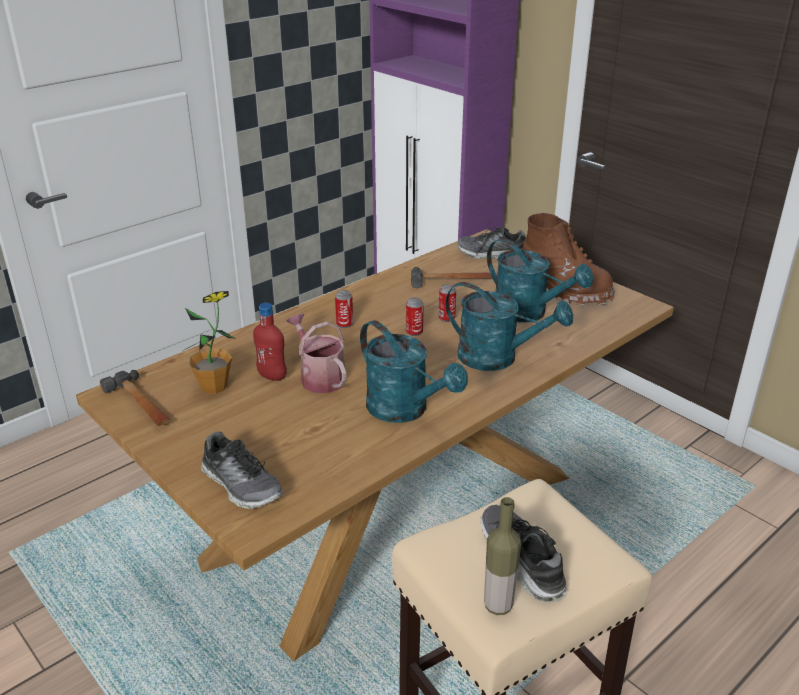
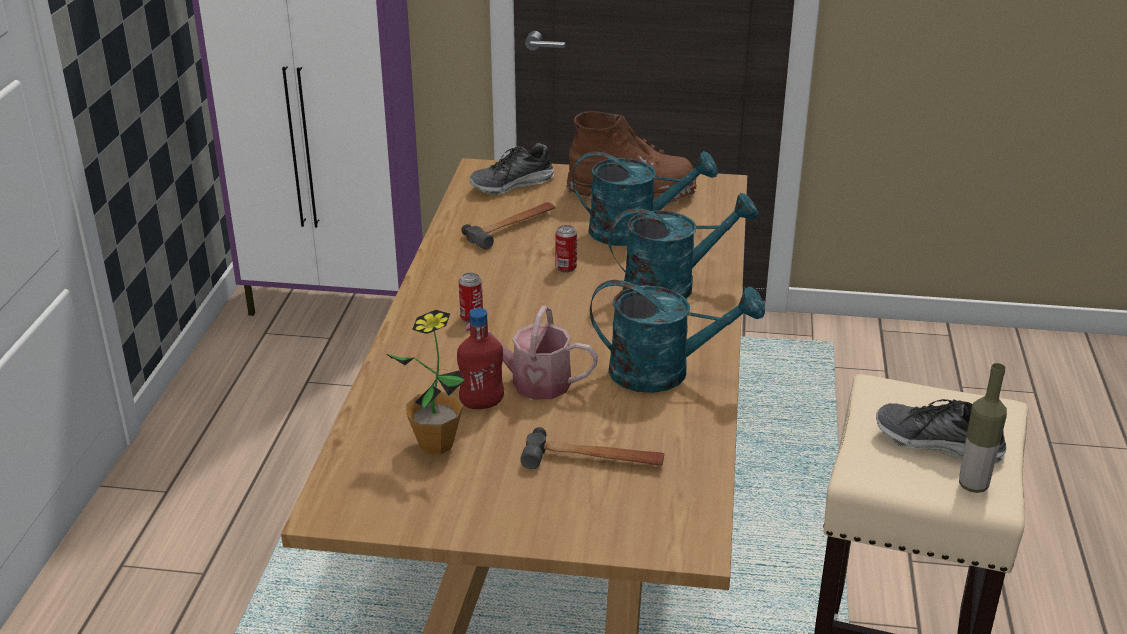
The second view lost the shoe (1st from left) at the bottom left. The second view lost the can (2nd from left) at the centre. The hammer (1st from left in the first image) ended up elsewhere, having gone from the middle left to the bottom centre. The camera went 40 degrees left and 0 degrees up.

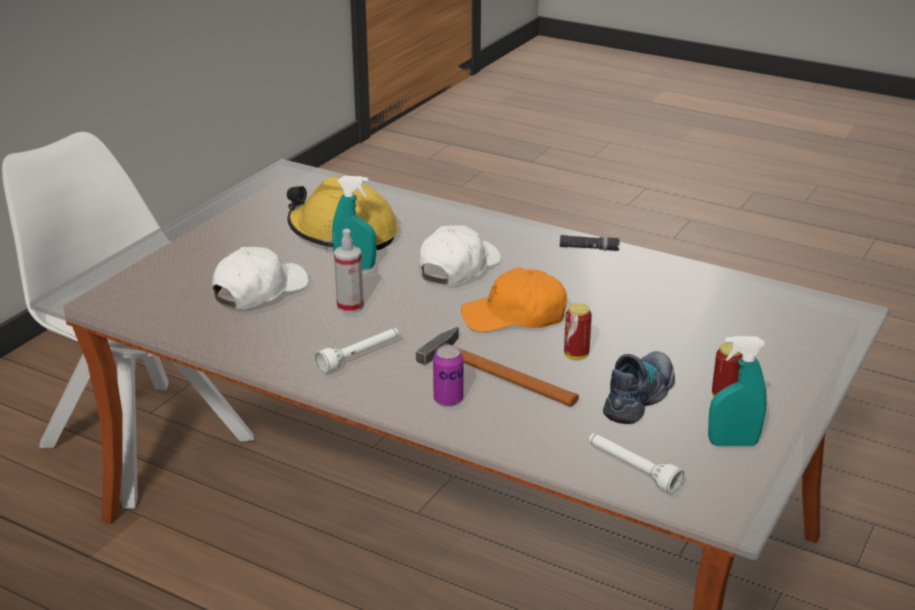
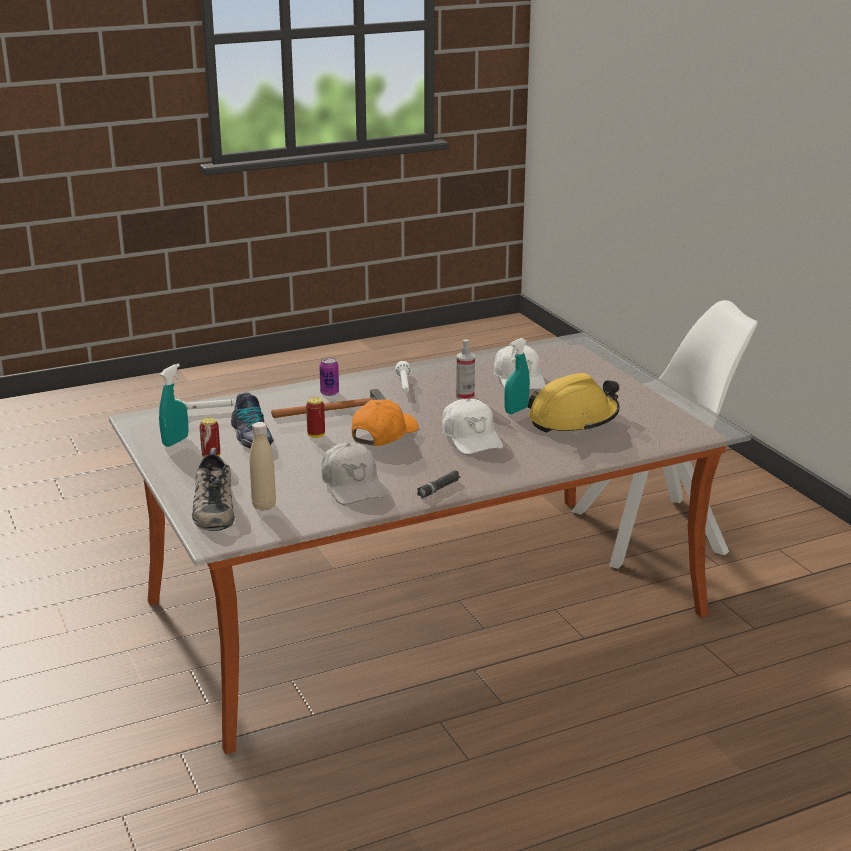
The second view gained the shoe (1st from left) at the middle left. The second view gained the beige bottle at the middle left. The second view gained the white cap (1st from left) at the centre. The camera went 125 degrees right and 5 degrees down.

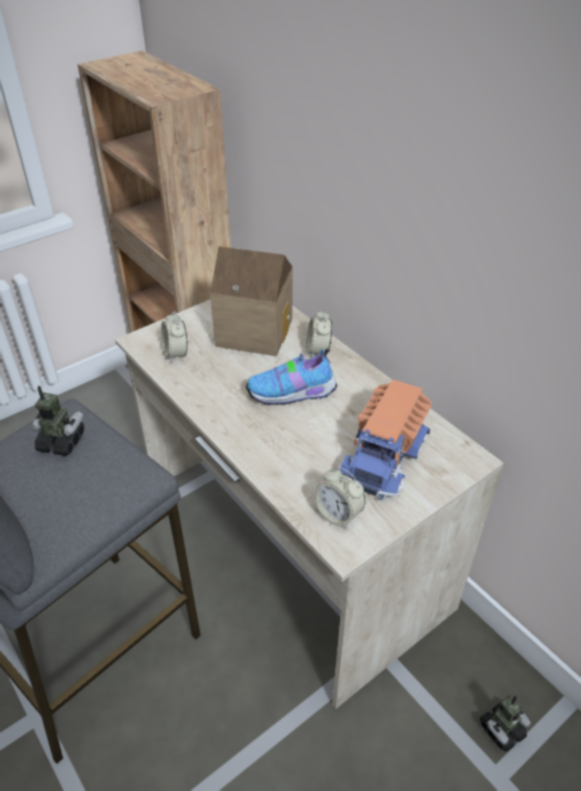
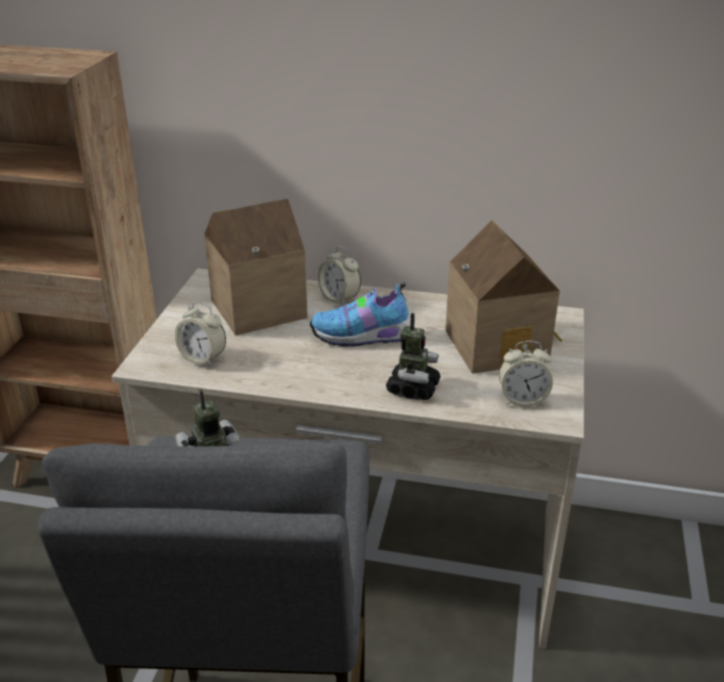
The toy robot (2nd from left) ended up elsewhere, having gone from the bottom right to the centre. Where the toy truck stood at the centre, the toy house (2nd from left) came to stand at the middle right. The shoe at the centre ended up facing another way, 45 degrees clockwise from before. The camera went 40 degrees left and 10 degrees down.

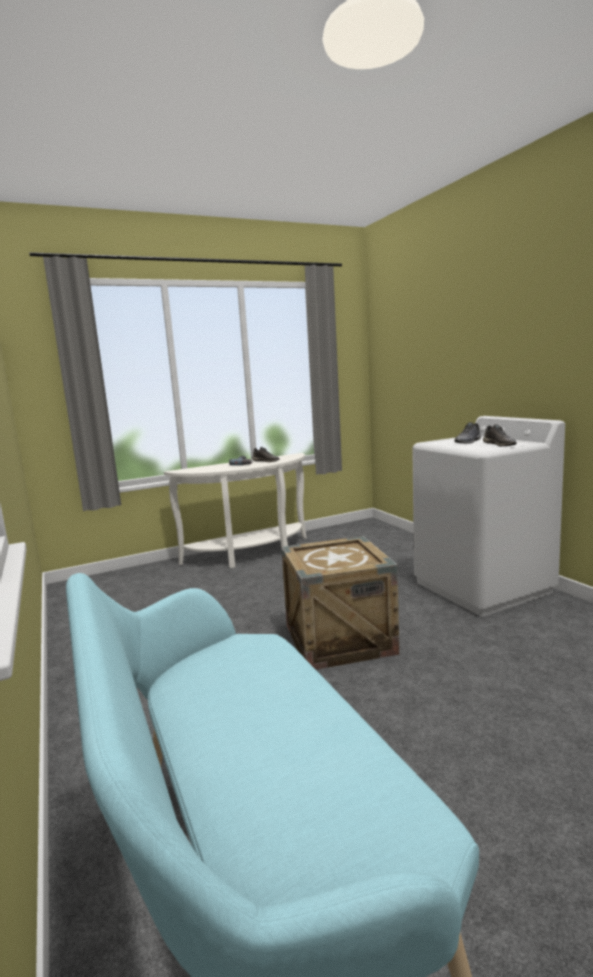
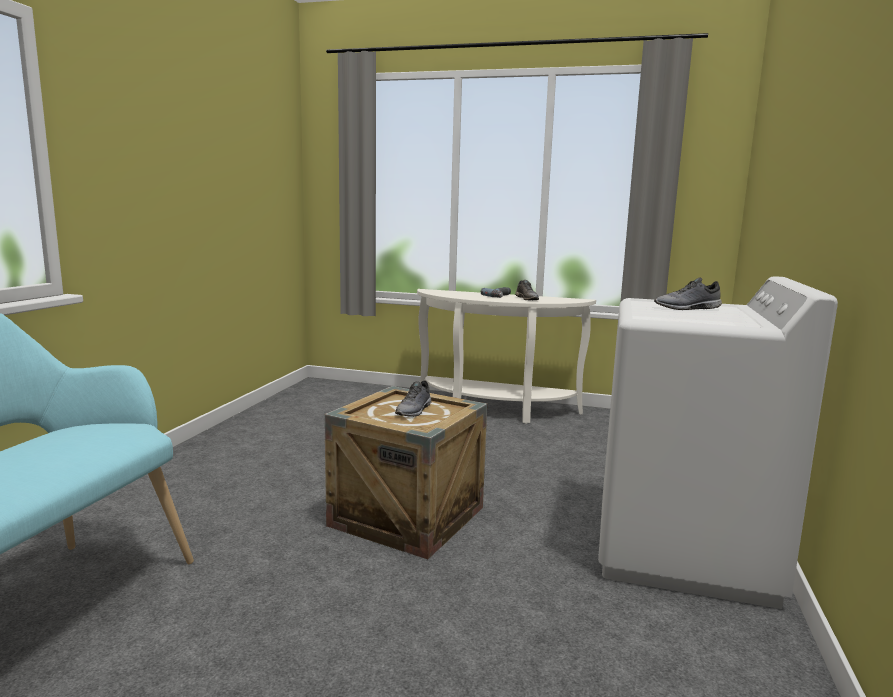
The grey shoe (3rd from left in the first image) ended up elsewhere, having gone from the middle right to the centre. The camera went 40 degrees right and 0 degrees up.

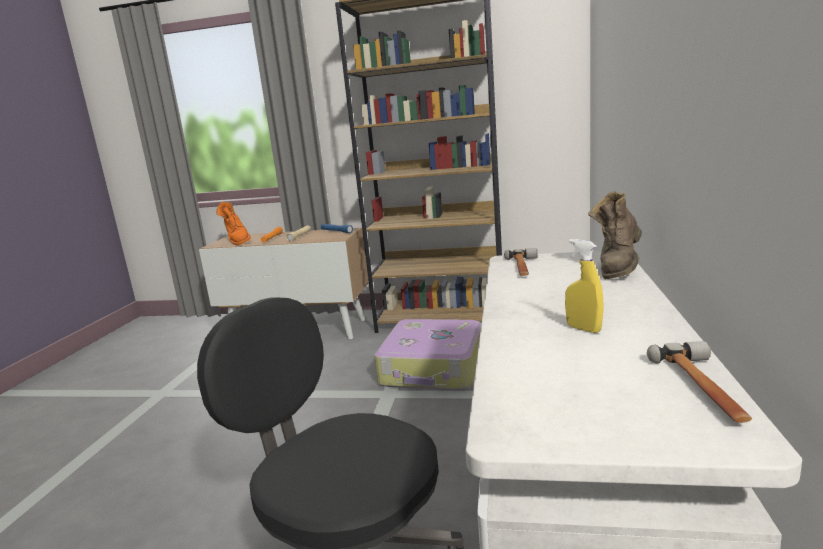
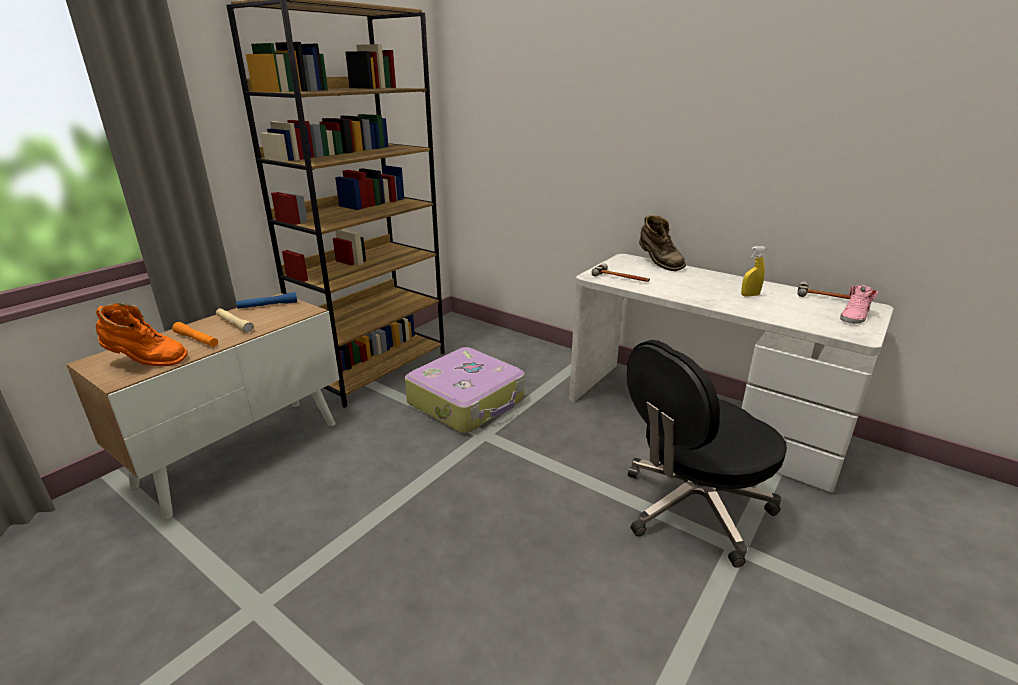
The second view gained the pink shoe at the middle right. The camera went 65 degrees left and 10 degrees up.

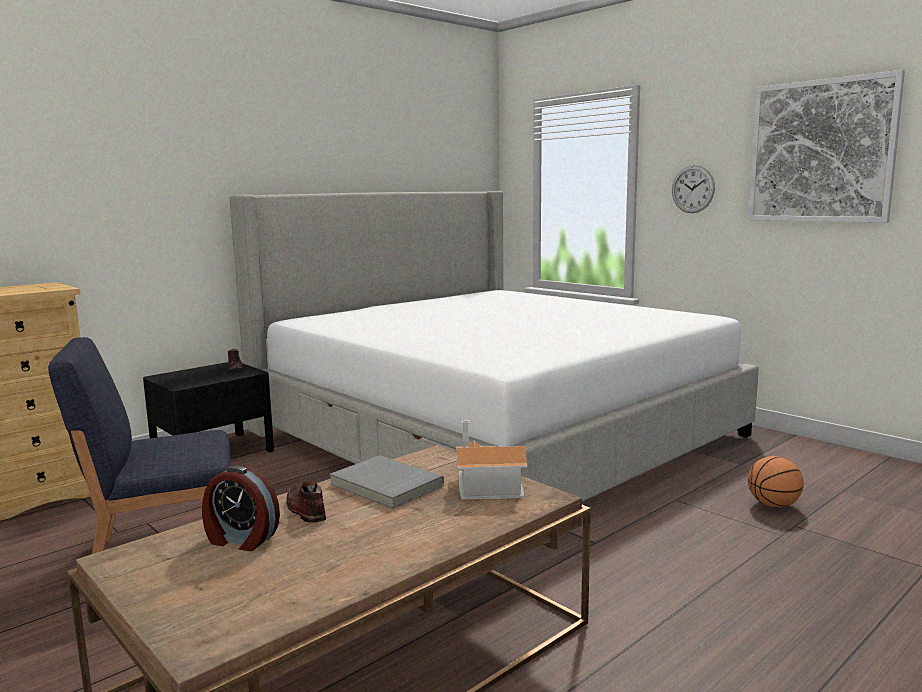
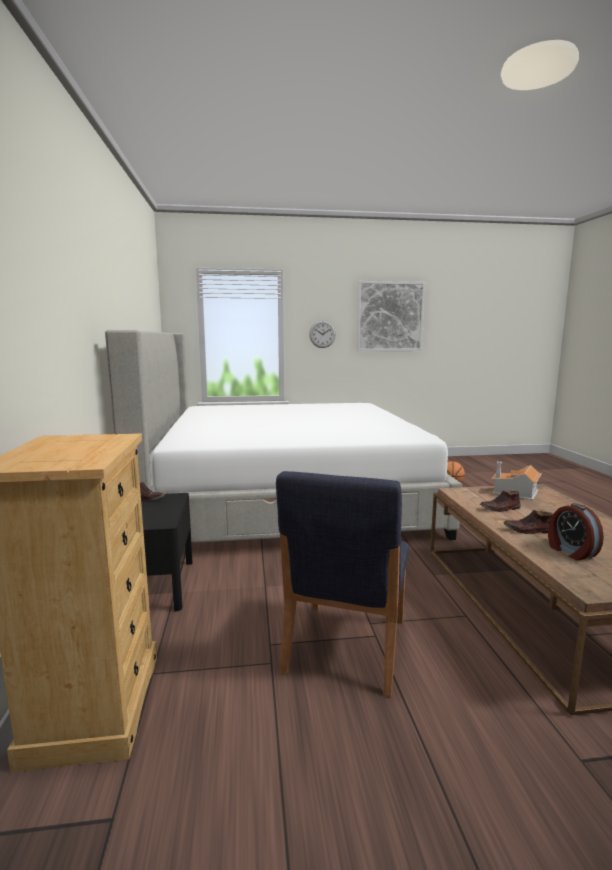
Where the grey book stood at the bottom centre, the brown shoe (2nd from left) came to stand at the middle right. The alarm clock at the bottom left ended up facing another way, 105 degrees clockwise from before. The camera went 55 degrees left and 0 degrees up.

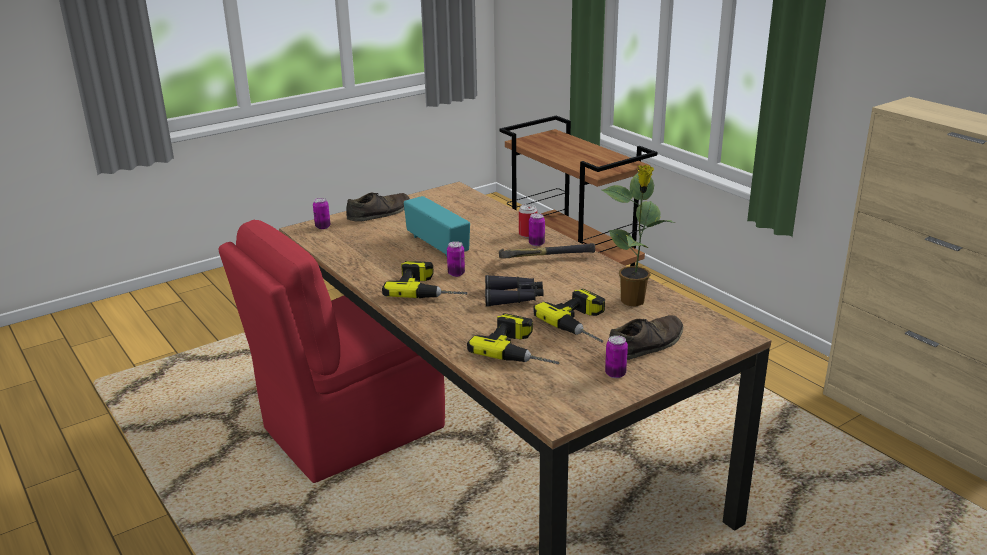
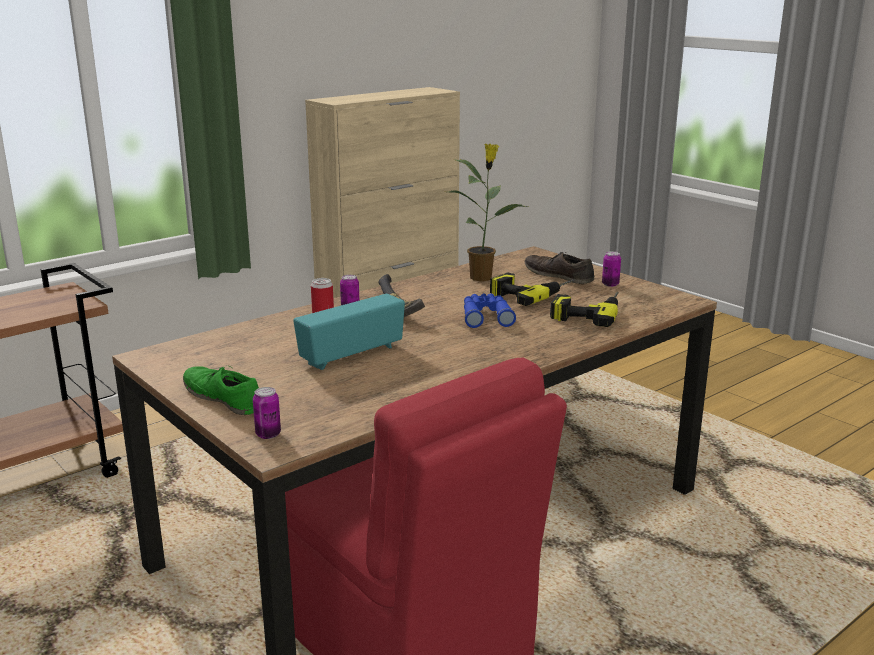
The second view lost the power drill (1st from left) at the centre. The second view lost the can (2nd from left) at the centre. What was the brown shoe (1st from left) at the centre turned into the green shoe at the middle left. What was the black binoculars at the centre turned into the blue binoculars at the centre. The camera went 95 degrees left and 5 degrees down.

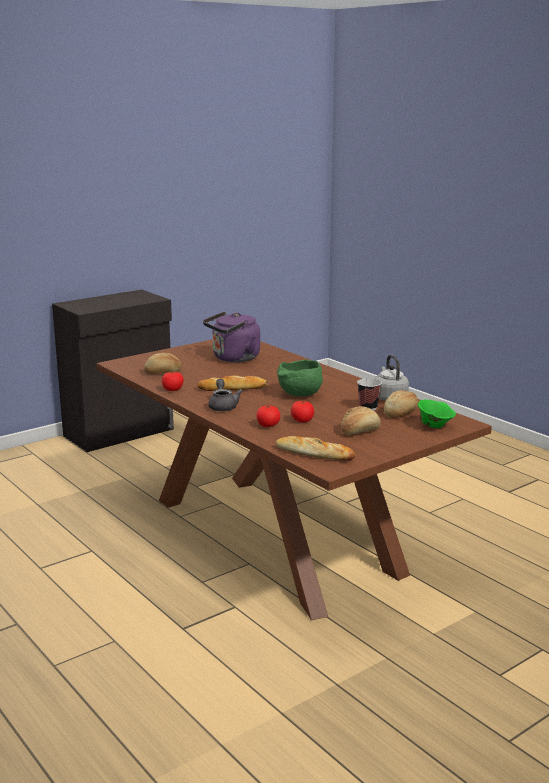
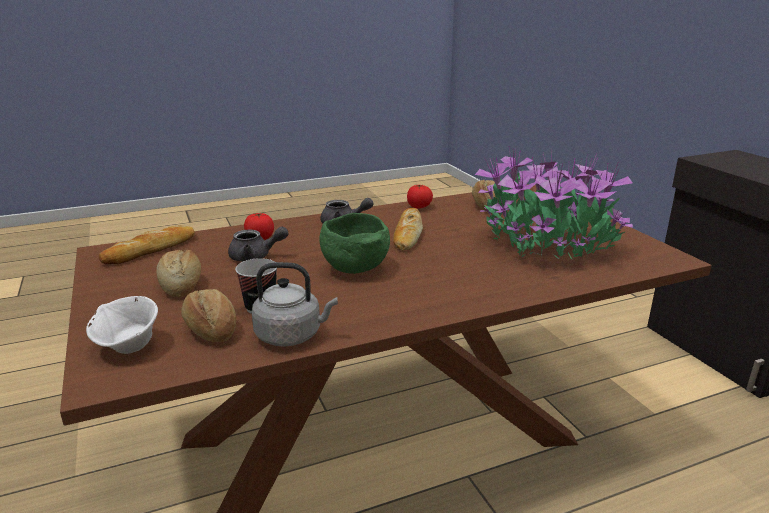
Where the purple kettle stood at the centre, the potted plant came to stand at the middle right. Where the tomato (3rd from left) stood at the centre, the grey teapot (1st from left) came to stand at the centre. What was the green bowl (2nd from left) at the middle right turned into the white bowl at the middle left. The camera went 105 degrees right and 5 degrees up.

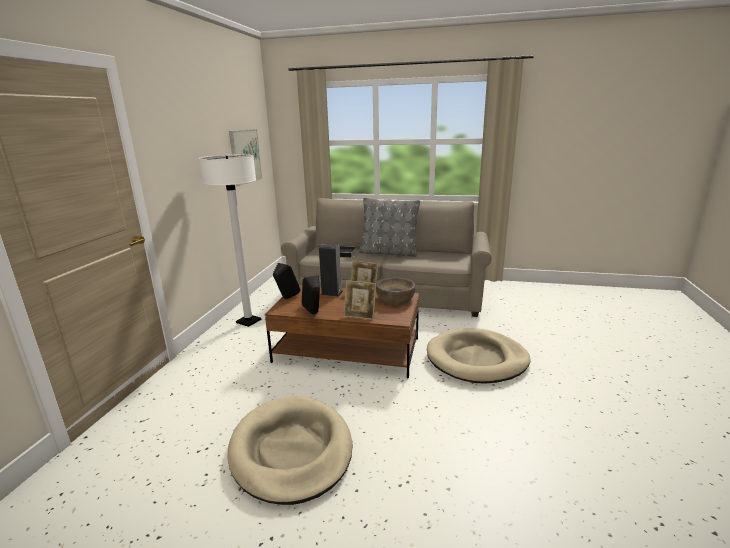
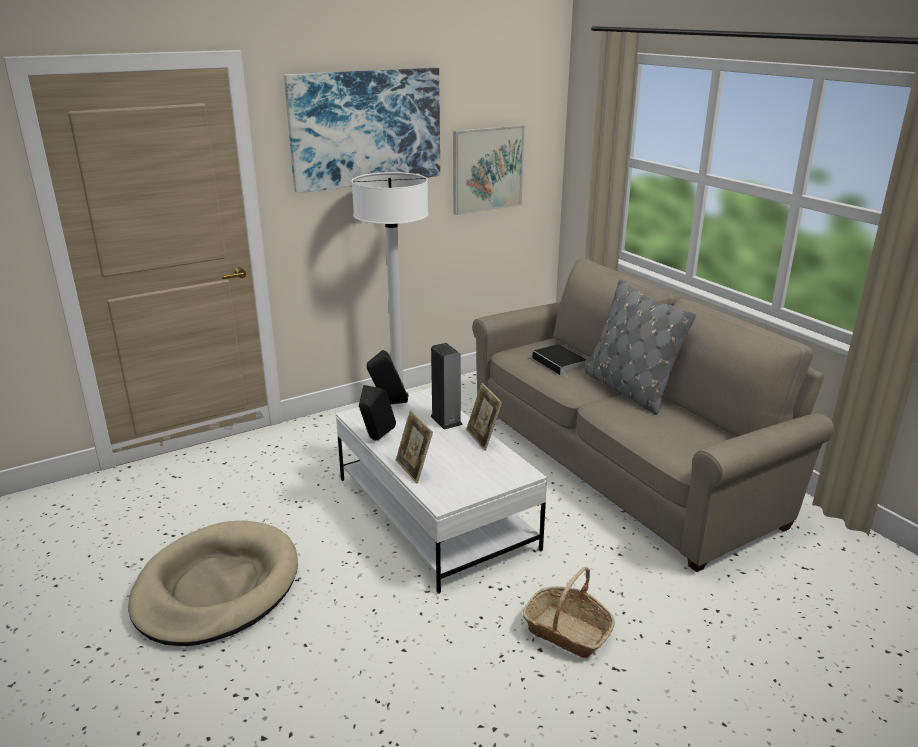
The second view lost the brown bowl at the centre. The second view gained the picture (1st from left) at the top centre. Where the beige dog bed (2nd from left) stood at the centre, the basket came to stand at the bottom centre. What was the brown coffee table at the centre turned into the white coffee table at the centre. The camera went 45 degrees right and 5 degrees up.

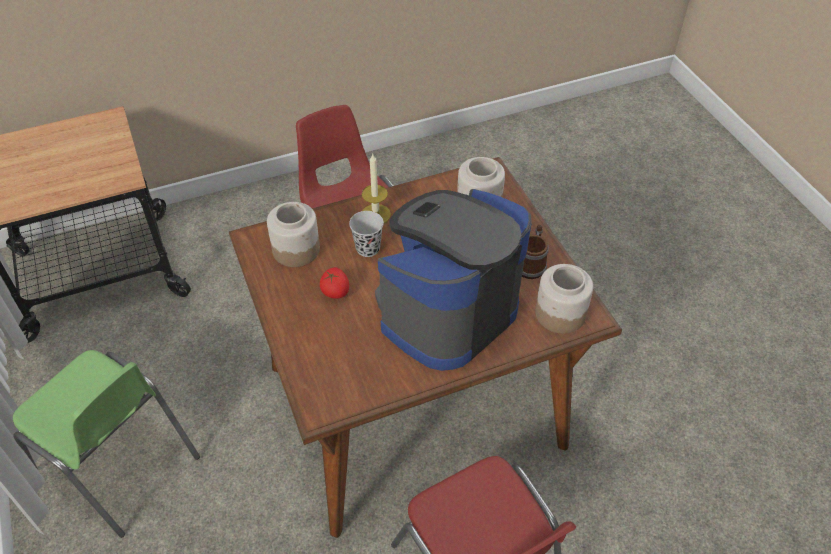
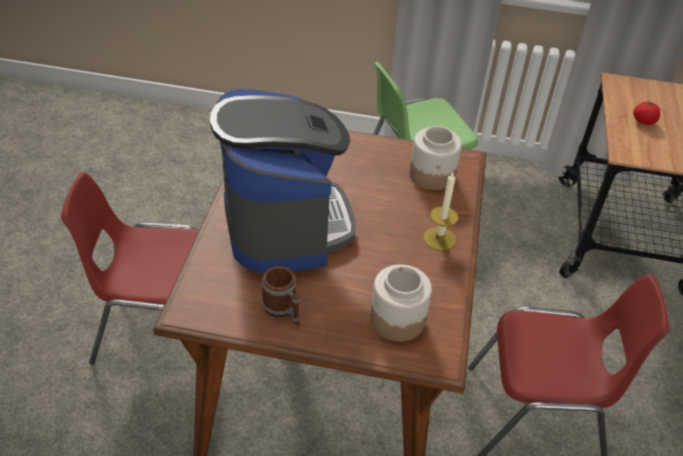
The second view lost the black cup at the centre. The second view lost the jar (3rd from left) at the middle right. The tomato ended up elsewhere, having gone from the centre to the top right. The camera went 120 degrees right and 5 degrees down.

